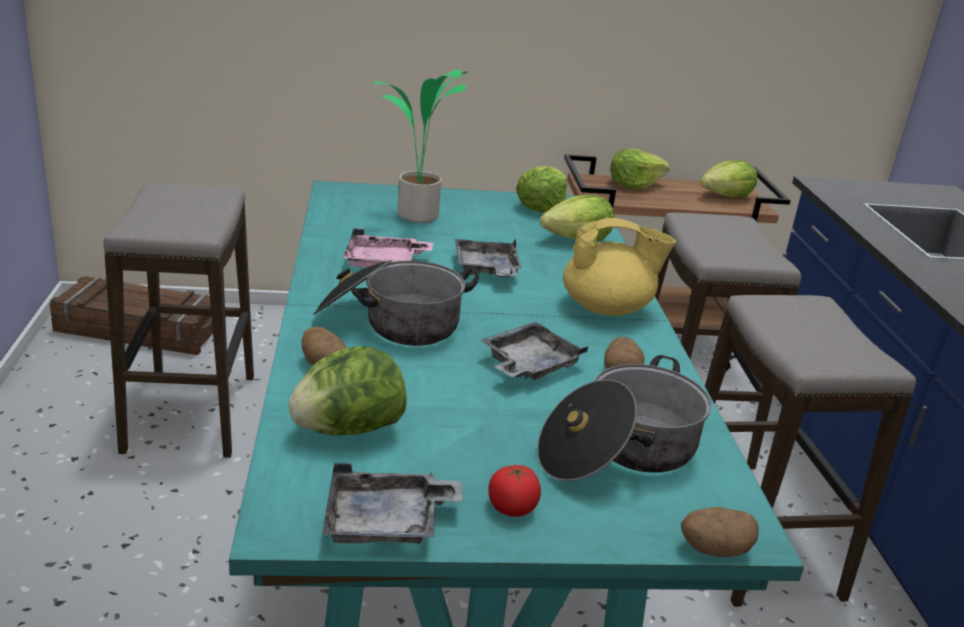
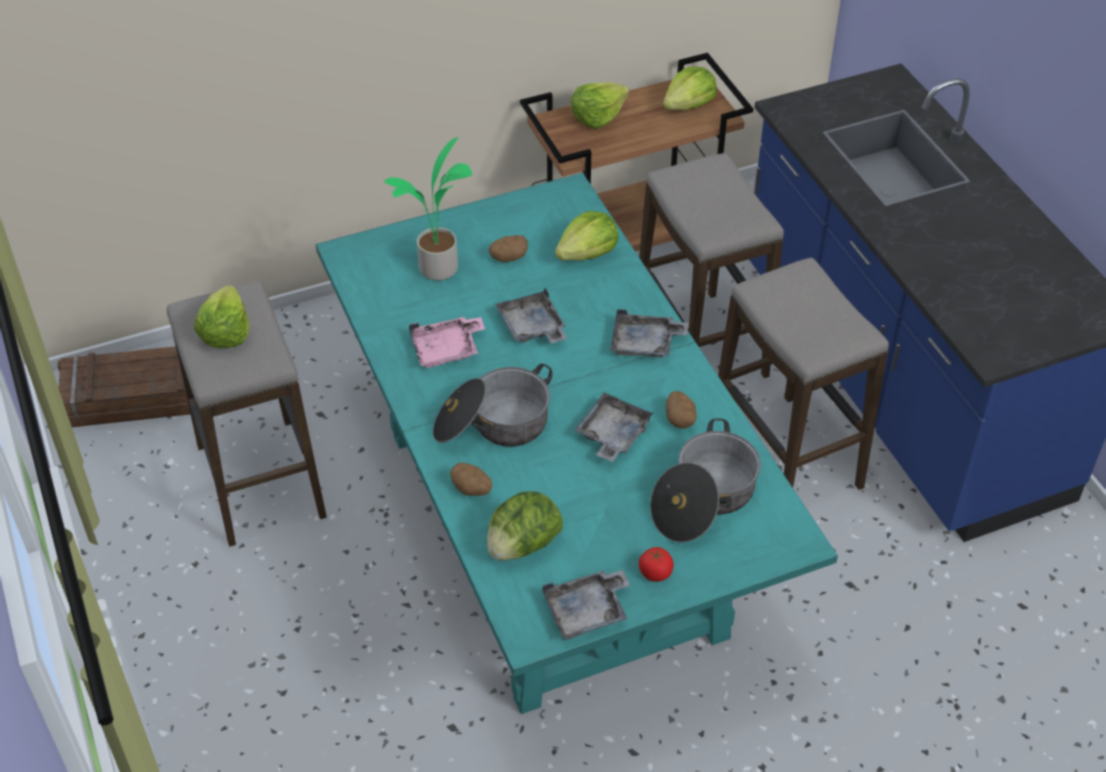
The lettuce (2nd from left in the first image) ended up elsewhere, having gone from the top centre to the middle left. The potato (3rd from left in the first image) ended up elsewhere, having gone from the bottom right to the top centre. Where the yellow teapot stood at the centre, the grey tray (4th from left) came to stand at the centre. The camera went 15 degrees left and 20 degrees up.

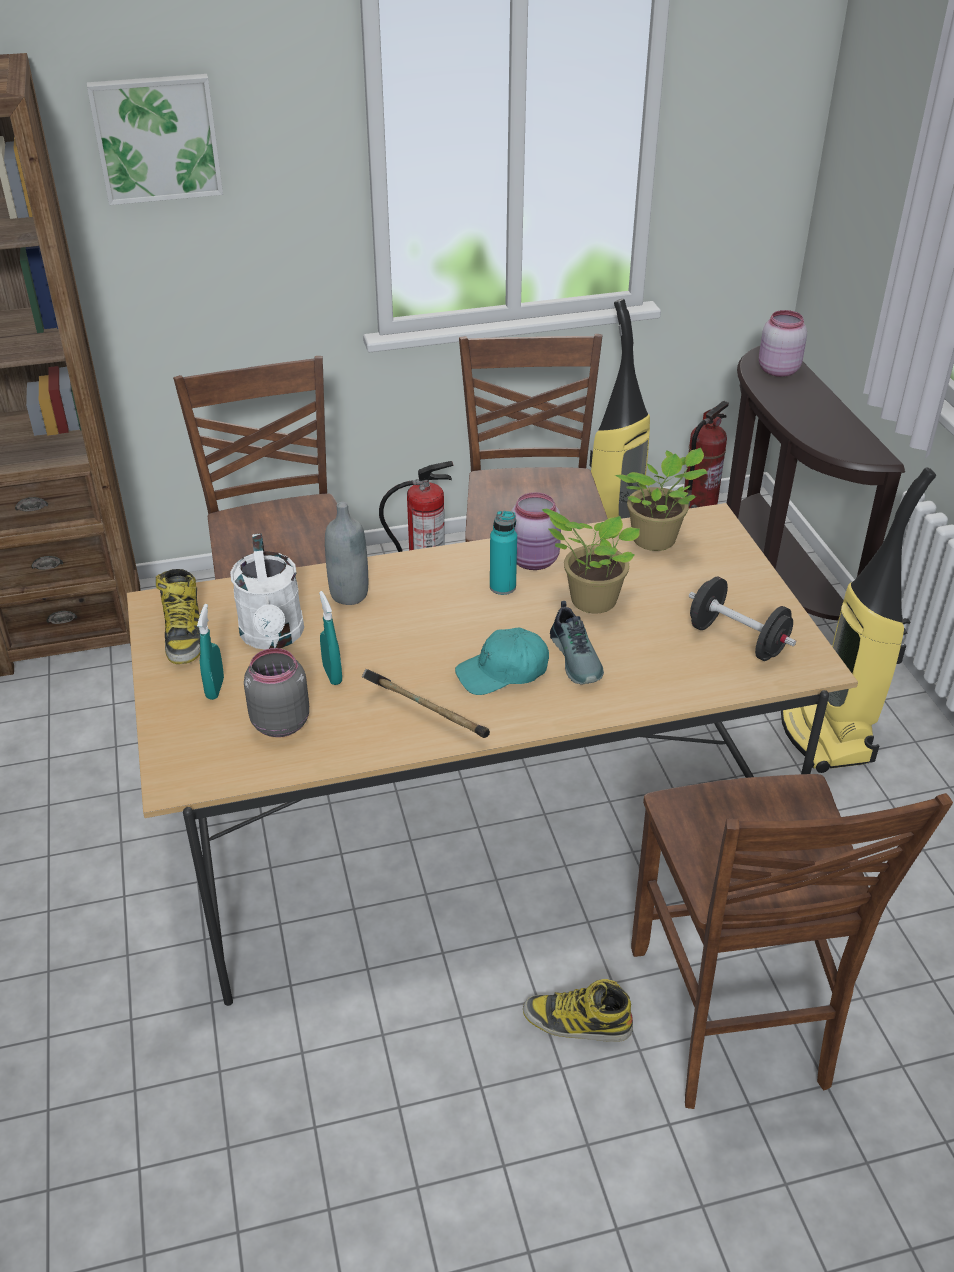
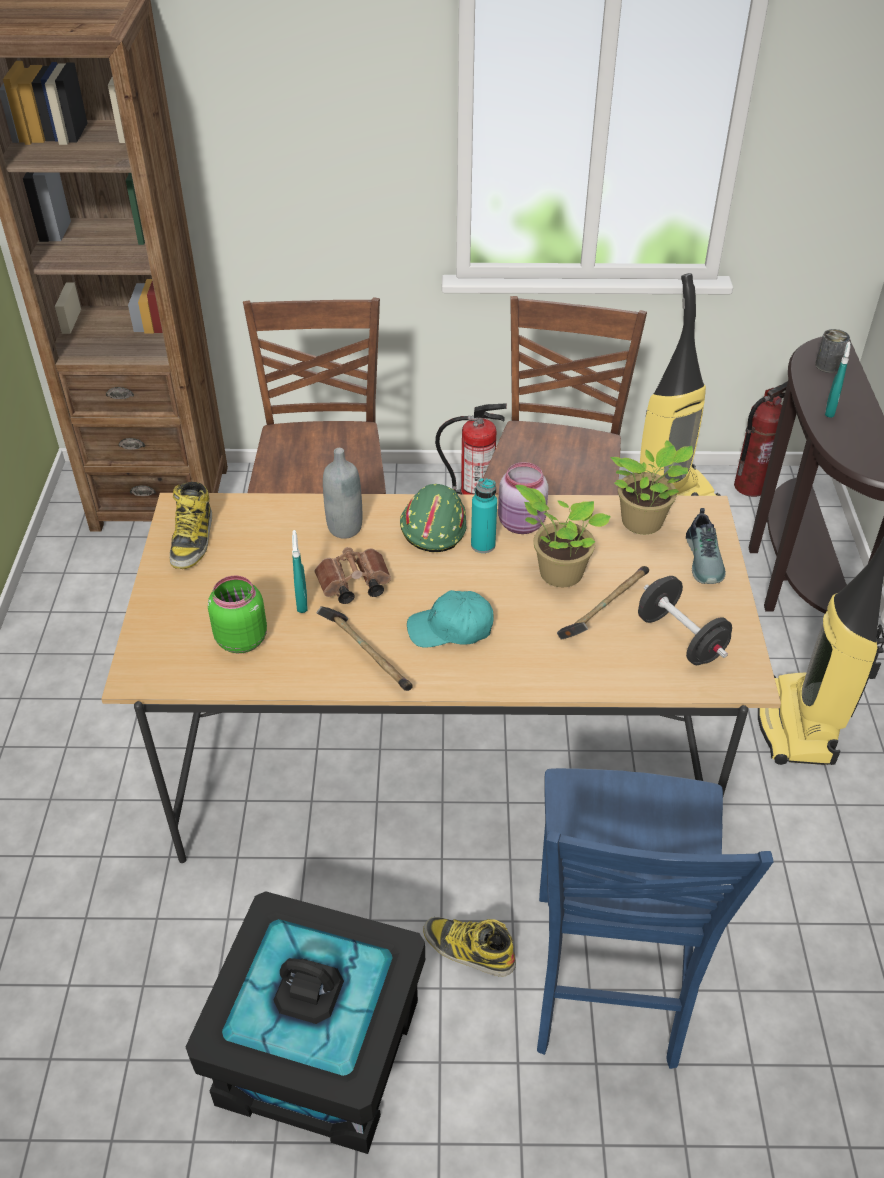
The second view lost the picture at the top left. The second view lost the white watering can at the middle left. The second view gained the black storage box at the bottom centre. The second view gained the brown binoculars at the centre. The second view gained the green hard hat at the centre. The second view gained the hammer (2nd from left) at the middle right. The turquoise spray bottle (1st from left in the first image) ended up elsewhere, having gone from the middle left to the top right. The shoe ended up elsewhere, having gone from the centre to the middle right. Where the pink jar (2nd from left) stood at the top right, the can came to stand at the top right. What was the grey jar at the middle left turned into the green jar at the middle left. What was the brown chair (3rd from left) at the bottom right turned into the blue chair at the bottom right. The camera went 15 degrees right and 5 degrees up.

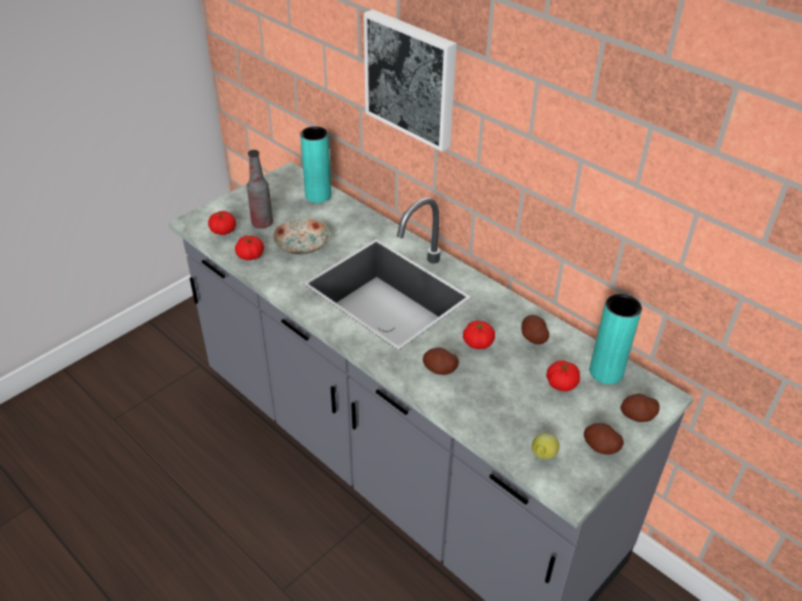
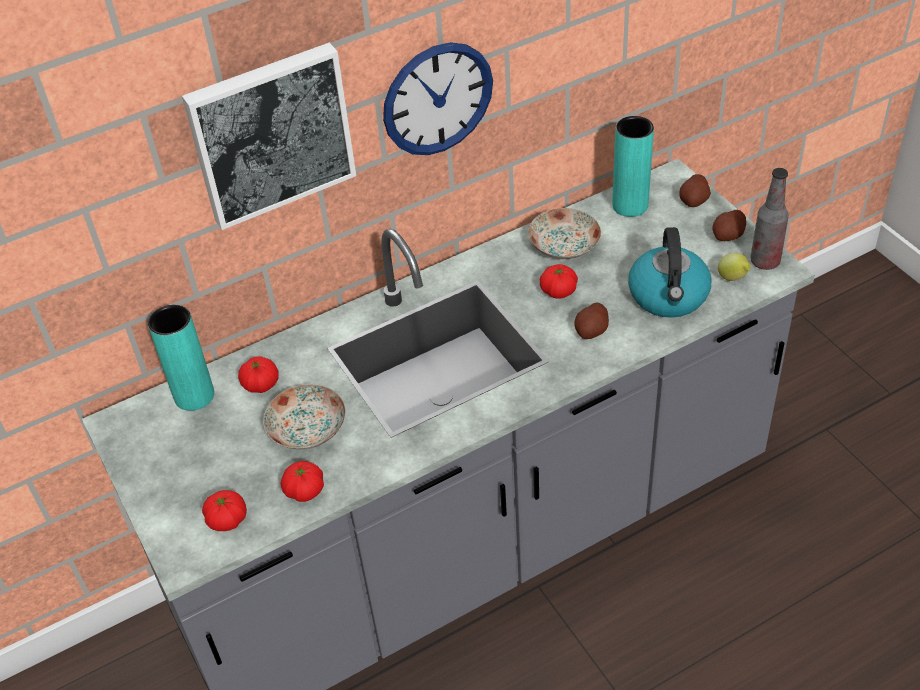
The second view gained the wall clock at the top centre. The second view gained the kettle at the middle right. The bottle ended up elsewhere, having gone from the top left to the top right. The tomato (4th from left in the first image) ended up elsewhere, having gone from the middle right to the middle left. Where the potato (2nd from left) stood at the middle right, the plate (2nd from left) came to stand at the centre. The camera went 70 degrees left and 5 degrees up.

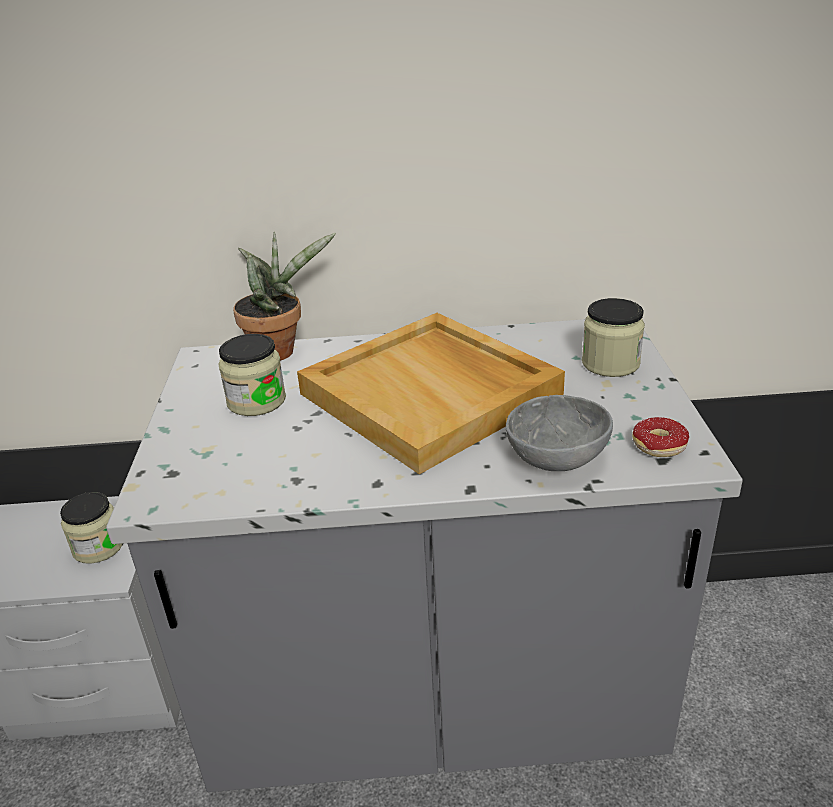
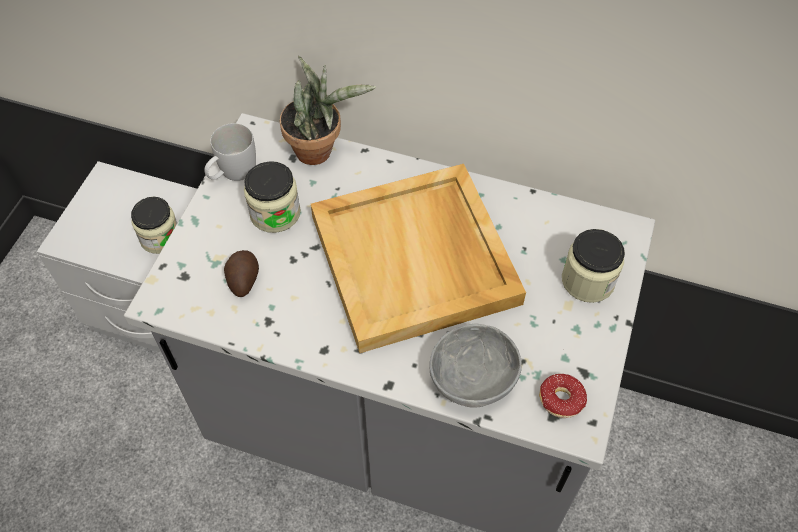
The second view gained the white mug at the top left. The second view gained the potato at the middle left. The camera went 20 degrees right and 25 degrees up.

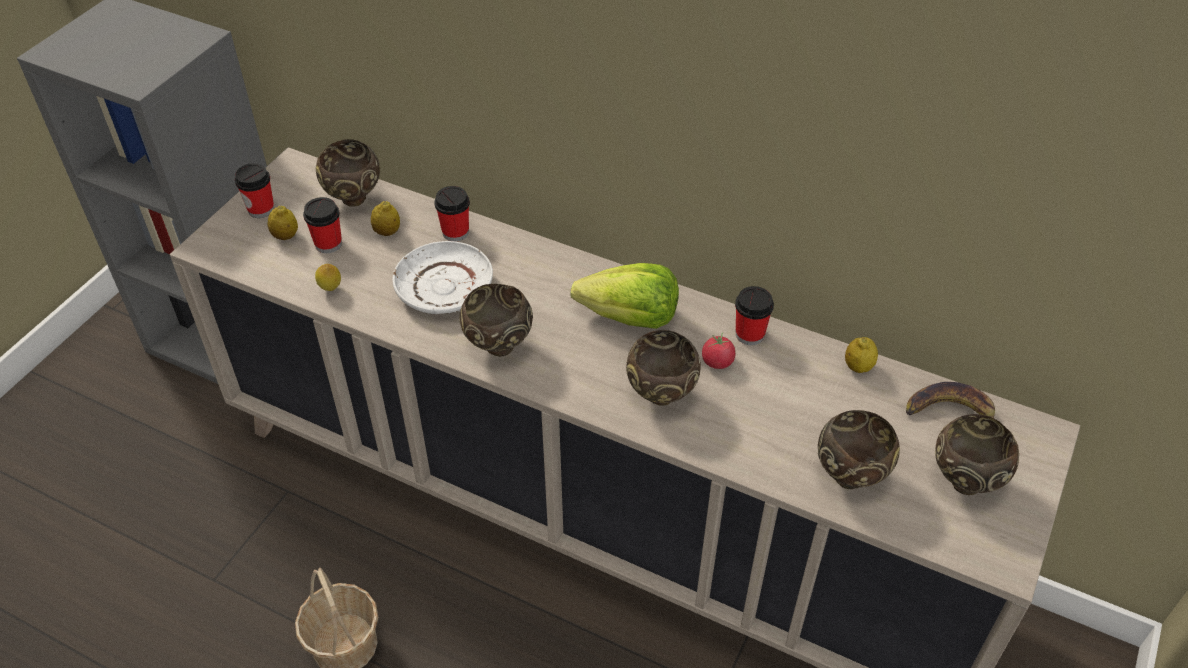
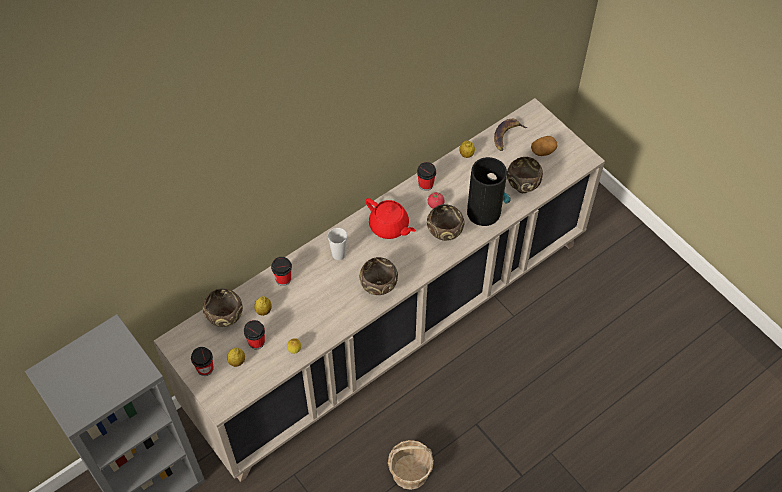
The second view lost the white plate at the centre. The second view gained the cup (4th from left) at the centre. The second view gained the vase at the centre. Where the lettuce stood at the centre, the red teapot came to stand at the centre. Where the brown bowl (5th from left) stood at the bottom right, the potato came to stand at the top right. The camera went 65 degrees left and 10 degrees up.

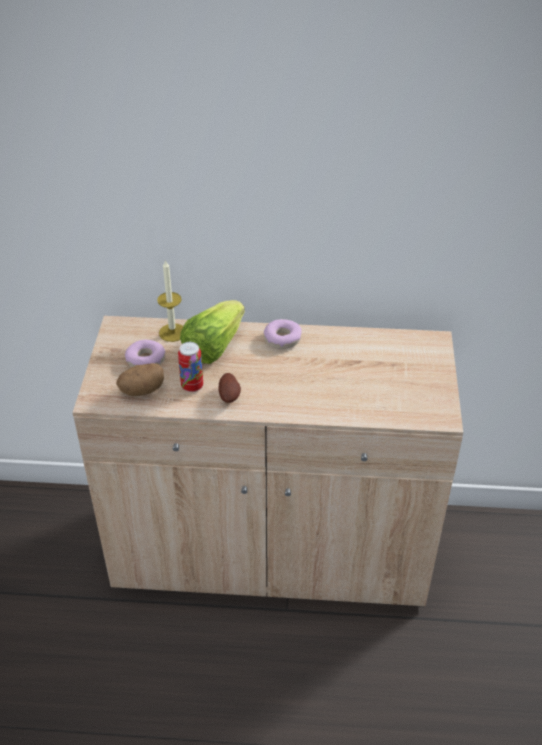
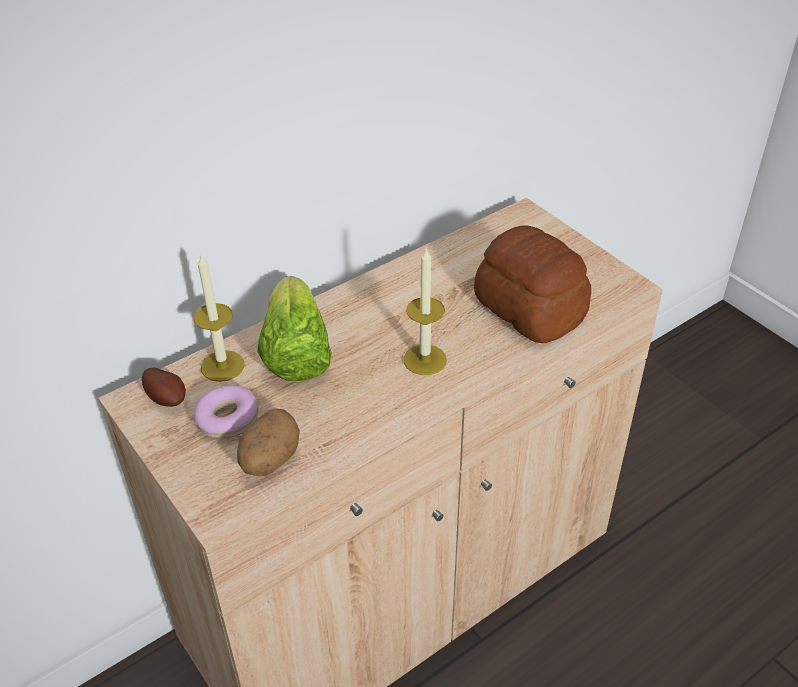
The second view lost the can at the centre. The second view lost the donut (2nd from left) at the centre. The second view gained the candle (2nd from left) at the centre. The second view gained the bread at the middle right. The potato (2nd from left in the first image) ended up elsewhere, having gone from the centre to the middle left. The camera went 40 degrees left and 0 degrees up.

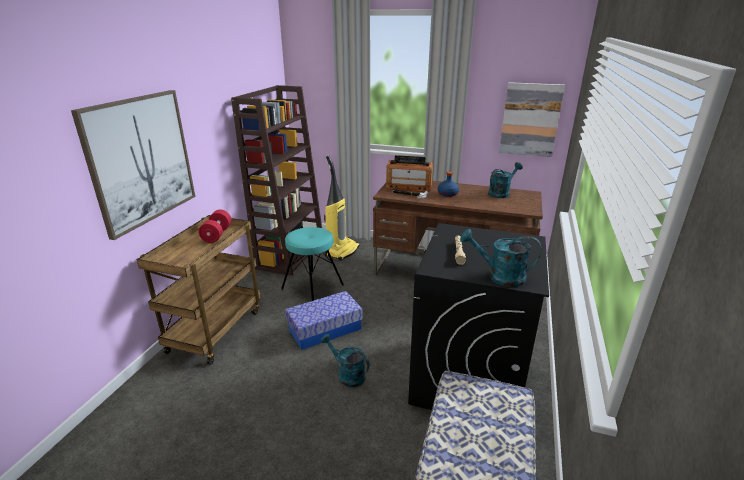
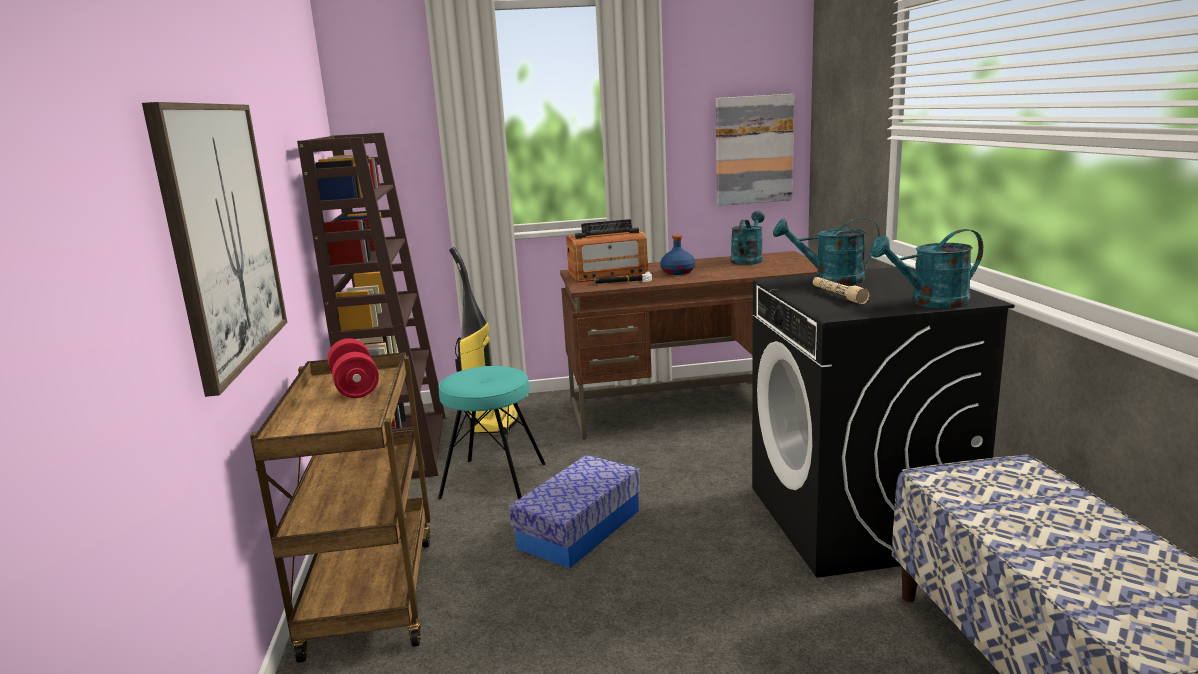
The turquoise watering can (1st from left in the first image) ended up elsewhere, having gone from the bottom centre to the middle right. The camera went 25 degrees left and 10 degrees down.

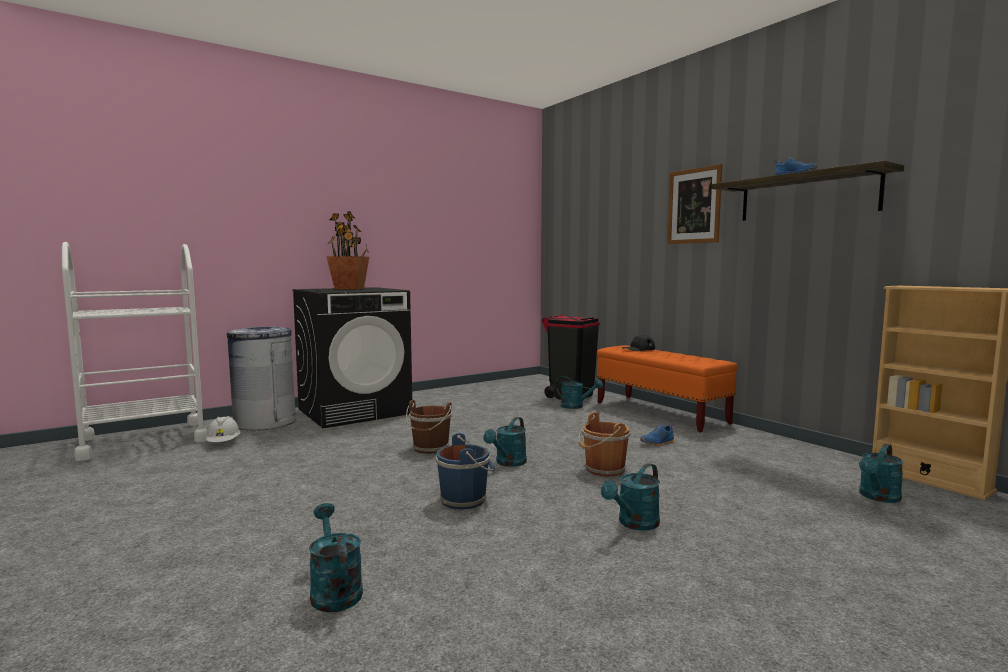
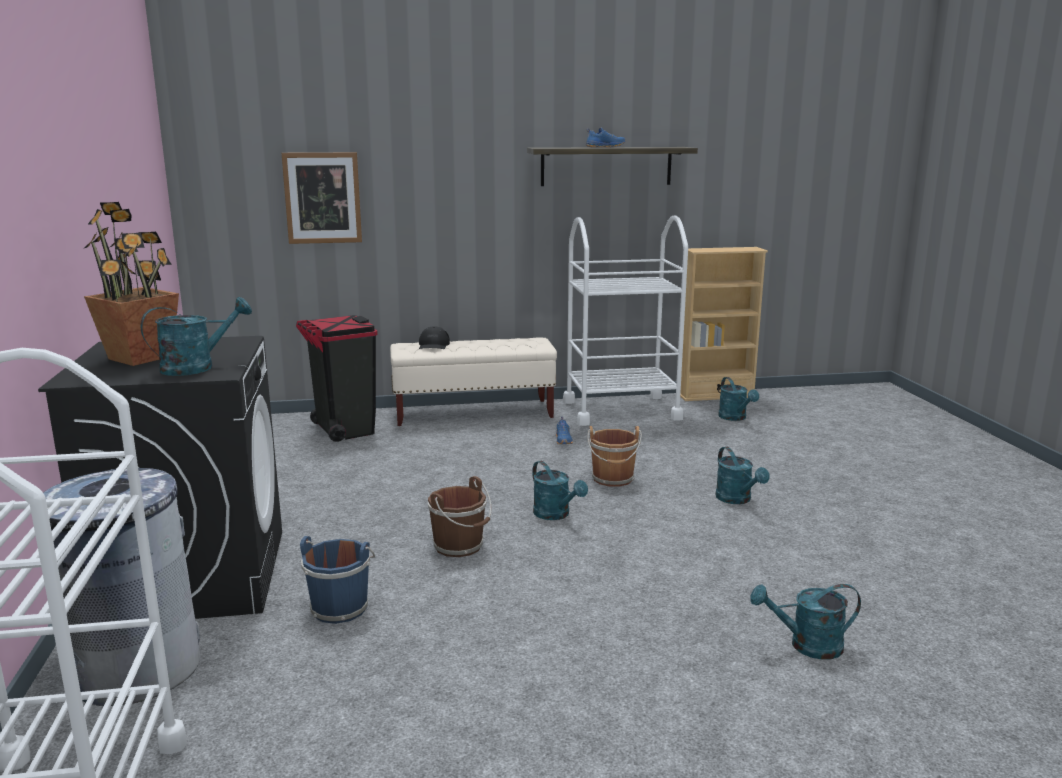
The second view lost the white hard hat at the middle left. The second view gained the white cart (2nd from left) at the centre. The blue bucket ended up elsewhere, having gone from the bottom centre to the bottom left. The turquoise watering can (3rd from left in the first image) ended up elsewhere, having gone from the centre to the middle left. The picture ended up elsewhere, having gone from the top right to the top left. What was the orange bench at the centre turned into the beige bench at the centre. The camera went 65 degrees left and 10 degrees up.

